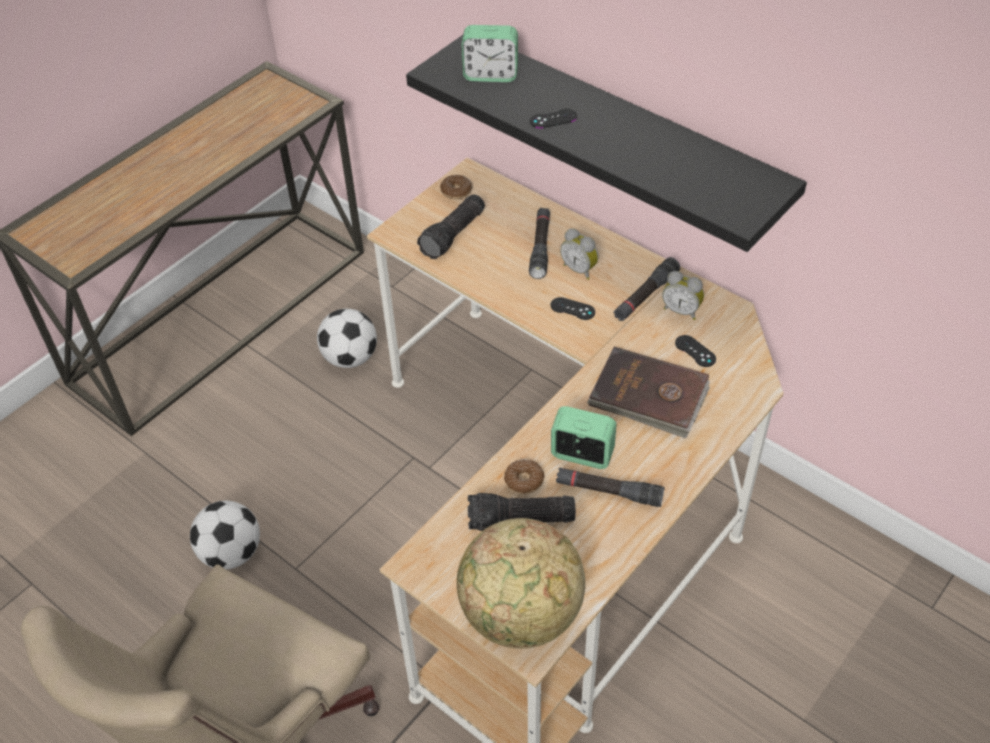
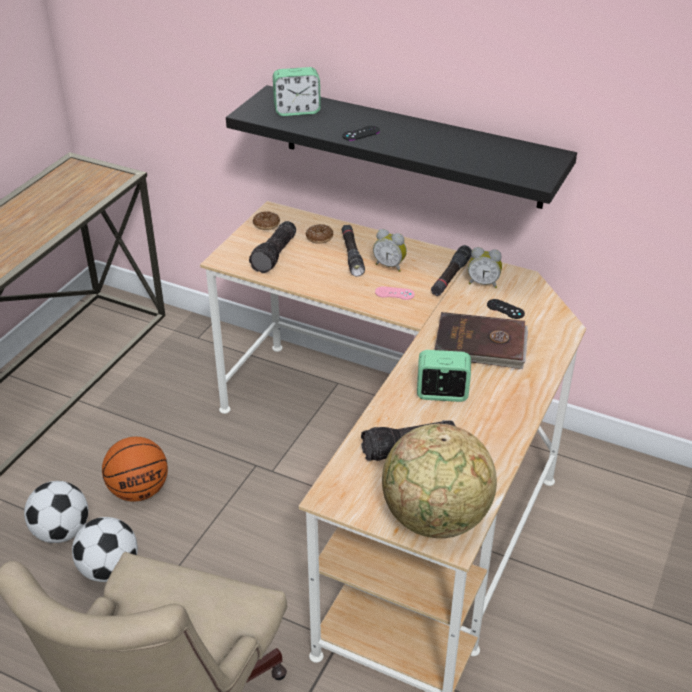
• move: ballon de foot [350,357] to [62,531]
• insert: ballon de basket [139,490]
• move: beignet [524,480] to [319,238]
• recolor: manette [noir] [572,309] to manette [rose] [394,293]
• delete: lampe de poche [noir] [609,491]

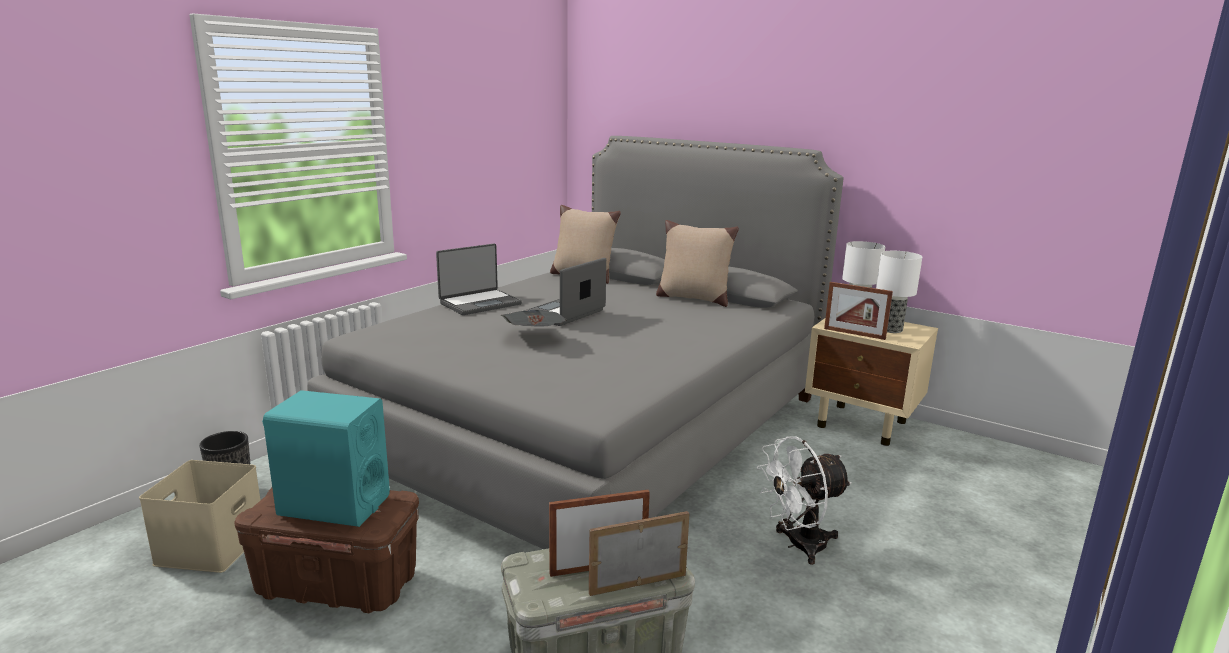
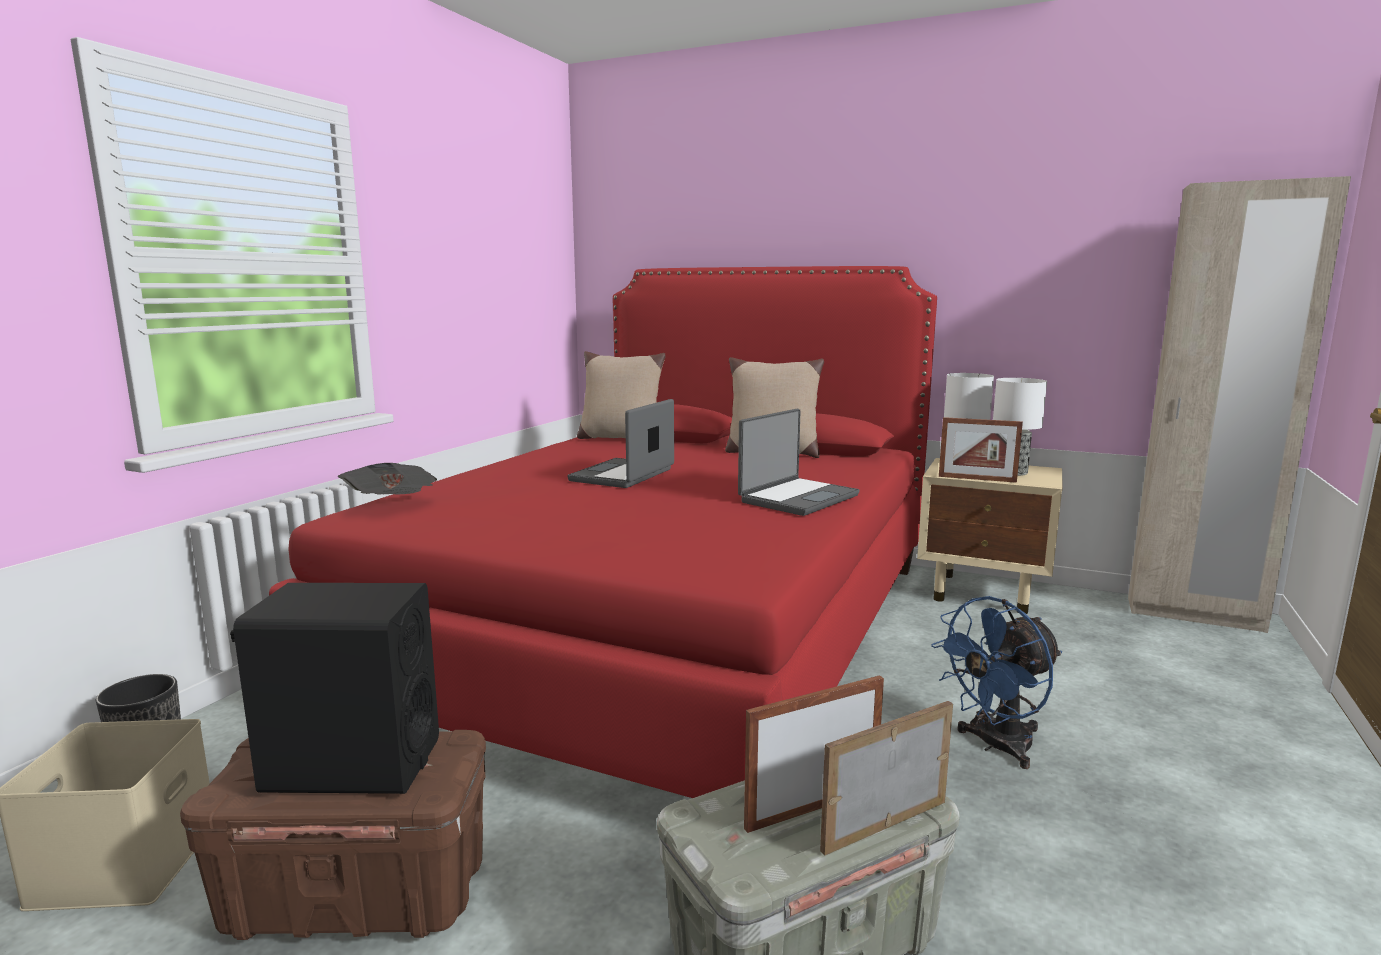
• recolor: enceinte [turquoise] [334,505] to enceinte [noir] [352,765]
• recolor: lit [gris] [595,429] to lit [rouge] [666,629]
• move: journal [535,336] to [393,505]
• move: ordinateur portable [479,303] to [797,498]
• recolor: ventilateur [blanc] [798,545] to ventilateur [bleu] [995,746]
• insert: armoire [beige] [1194,615]

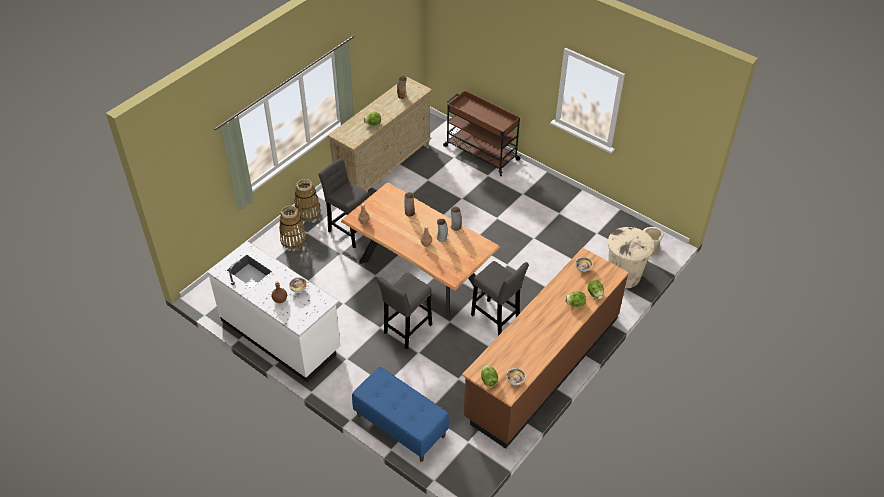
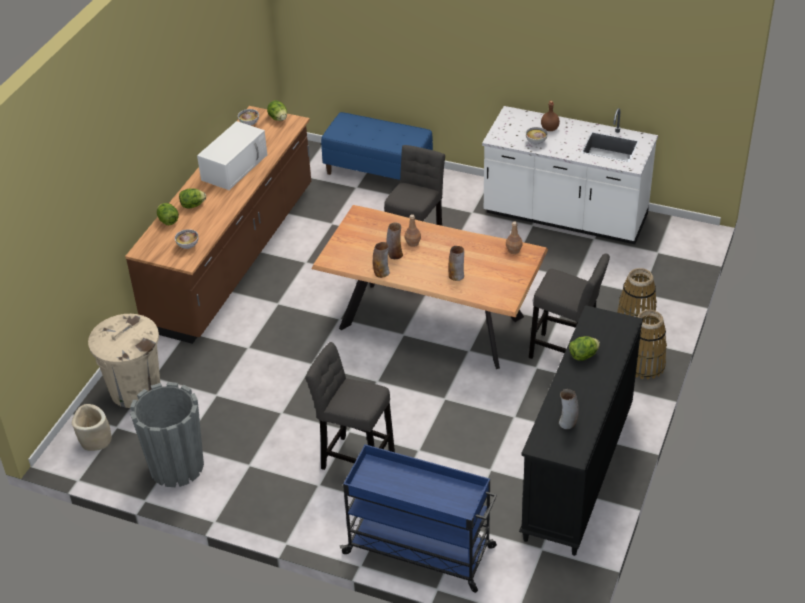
• insert: cache-pot [gris] [176,466]
• insert: micro-ondes [blanc] [235,166]
• move: tabouret [gris] [496,319] to [354,460]
• recolor: chariot [marron] [480,152] to chariot [bleu] [421,550]
• recolor: commode [beige] [384,167] to commode [noir] [577,474]

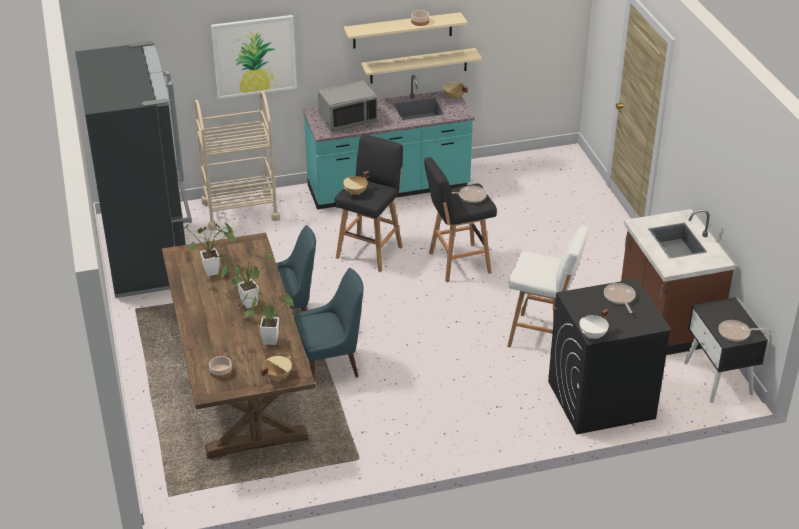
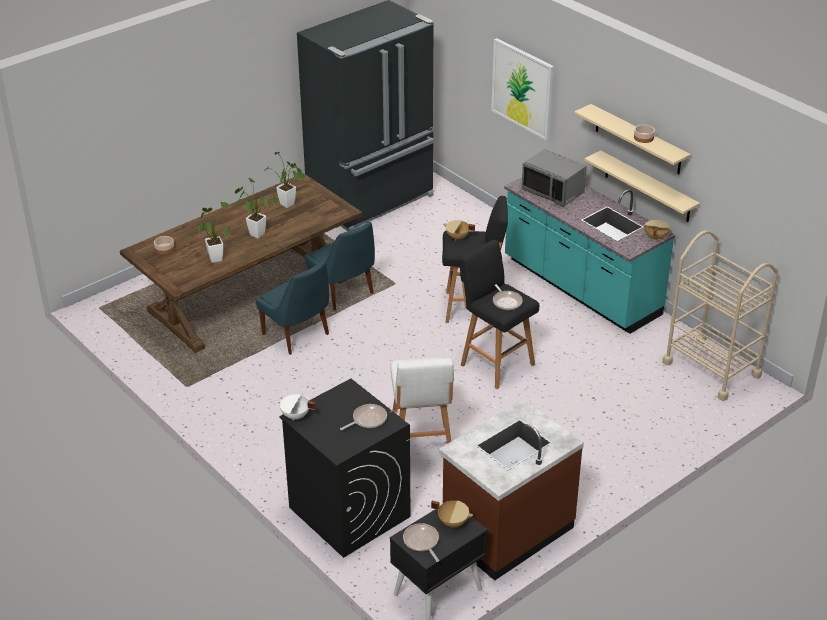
• move: marmite [beige] [277,376] to [453,522]
• move: chariot [beige] [240,210] to [711,369]

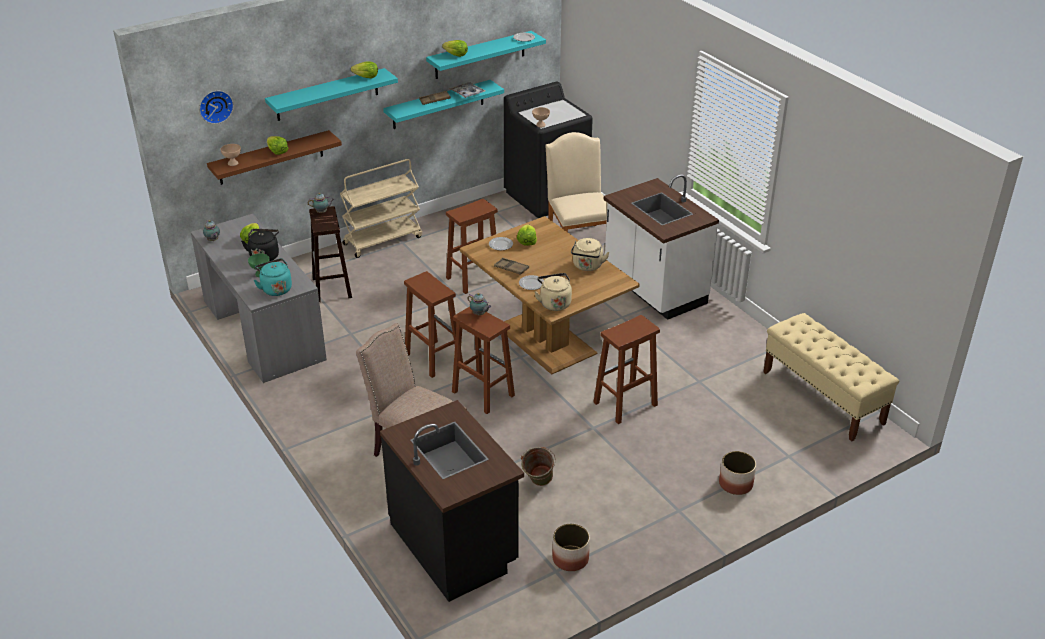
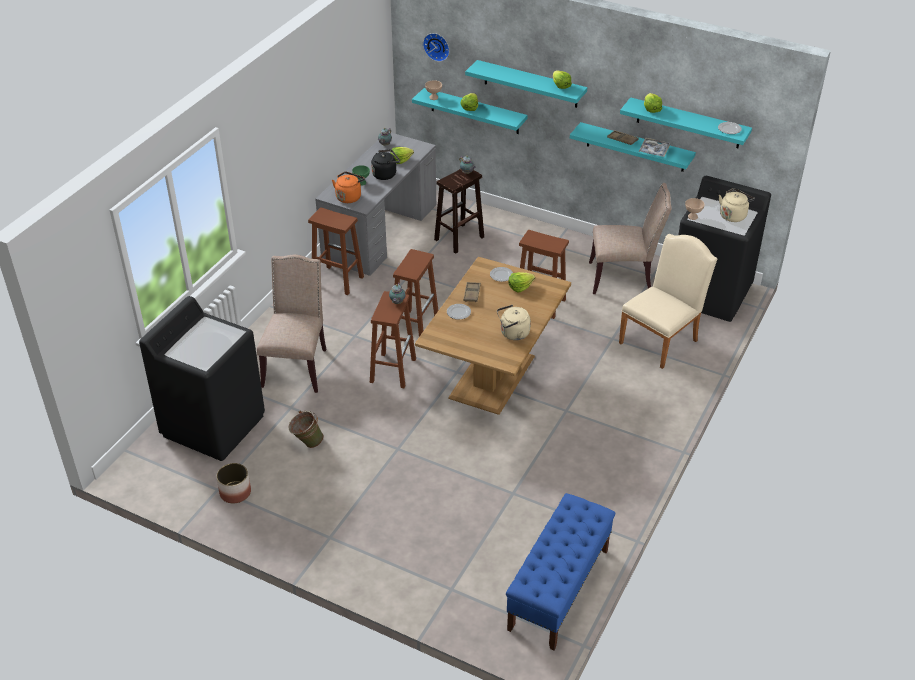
• replace: comptoir de cuisine [noir] [455,544] to lave-linge [noir] [214,425]
• move: tabouret [marron] [624,404] to [337,280]
• recolor: bouilloire [turquoise] [275,289] to bouilloire [orange] [349,197]
• recolor: étagère [marron] [271,158] to étagère [turquoise] [474,111]
• recolor: banc [beige] [823,397] to banc [bleu] [558,590]
• insert: chaise [beige] [623,278]
• move: bouilloire [beige] [554,303] to [733,215]
• delete: chariot [beige] [383,240]
• delete: comptoir de cuisine [blanc] [653,291]
• delete: cache-pot [735,484]

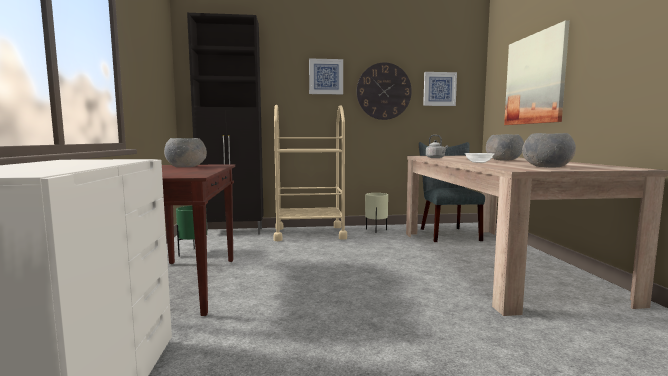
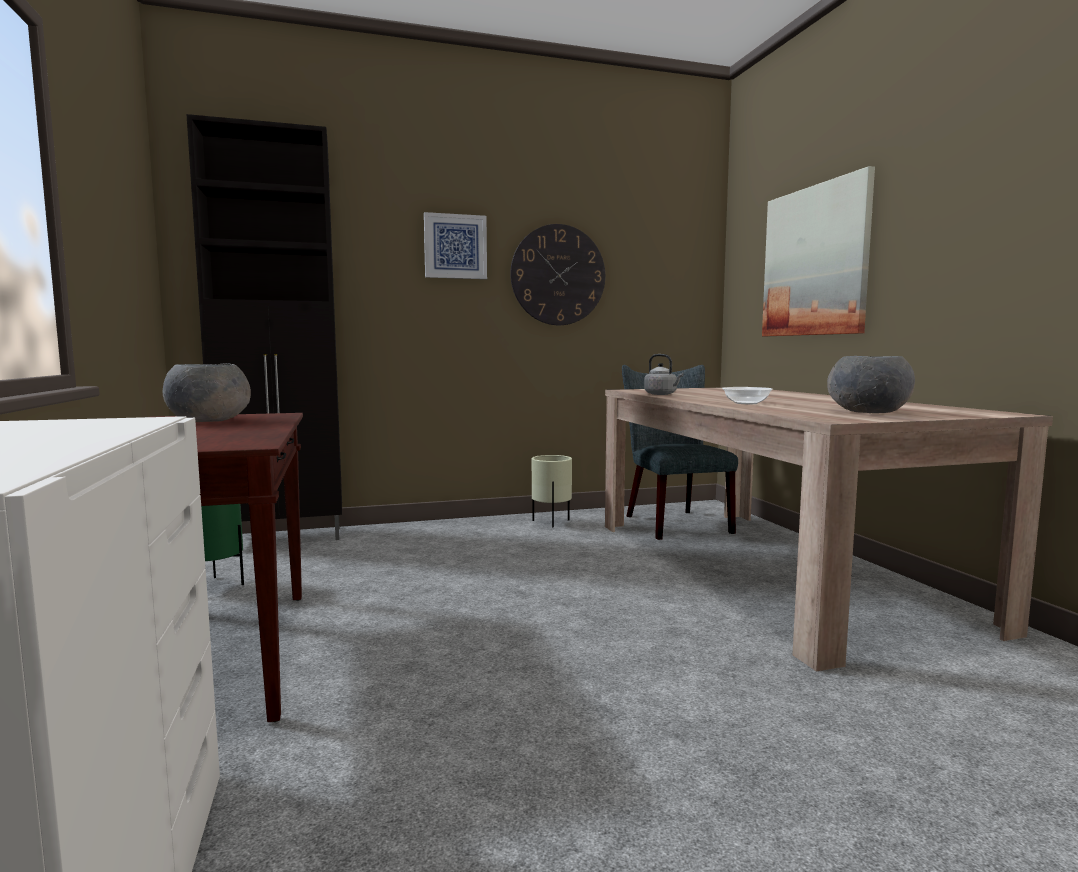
• delete: chariot [beige] [309,233]
• delete: tableau [439,89]
• delete: bol [gris] [503,160]

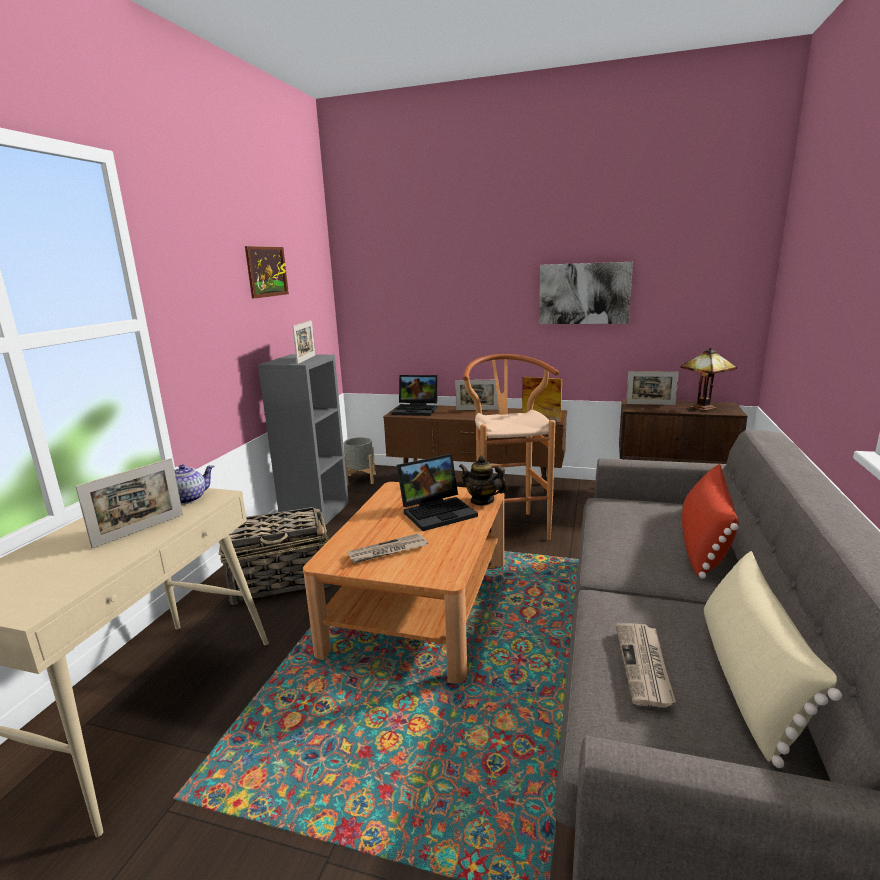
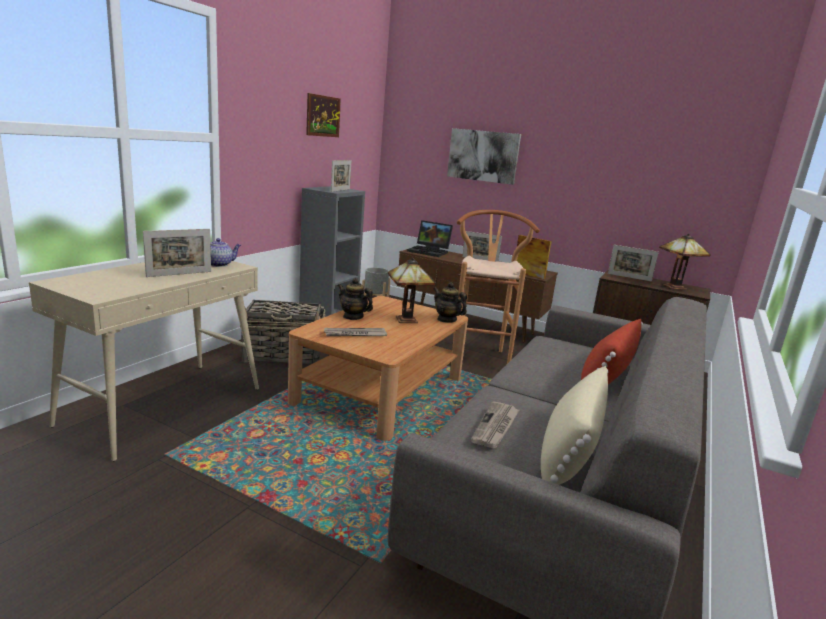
• insert: théière [353,317]
• replace: ordinateur portable [438,511] to lampe de table [408,319]
• move: tableau [584,293] to [483,156]

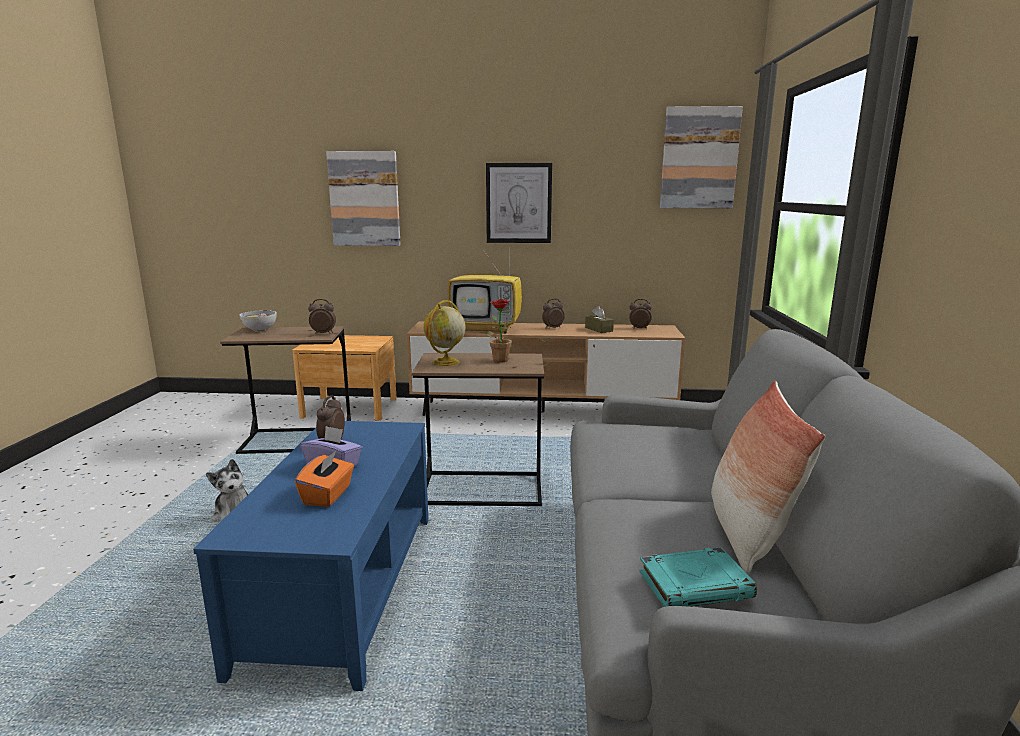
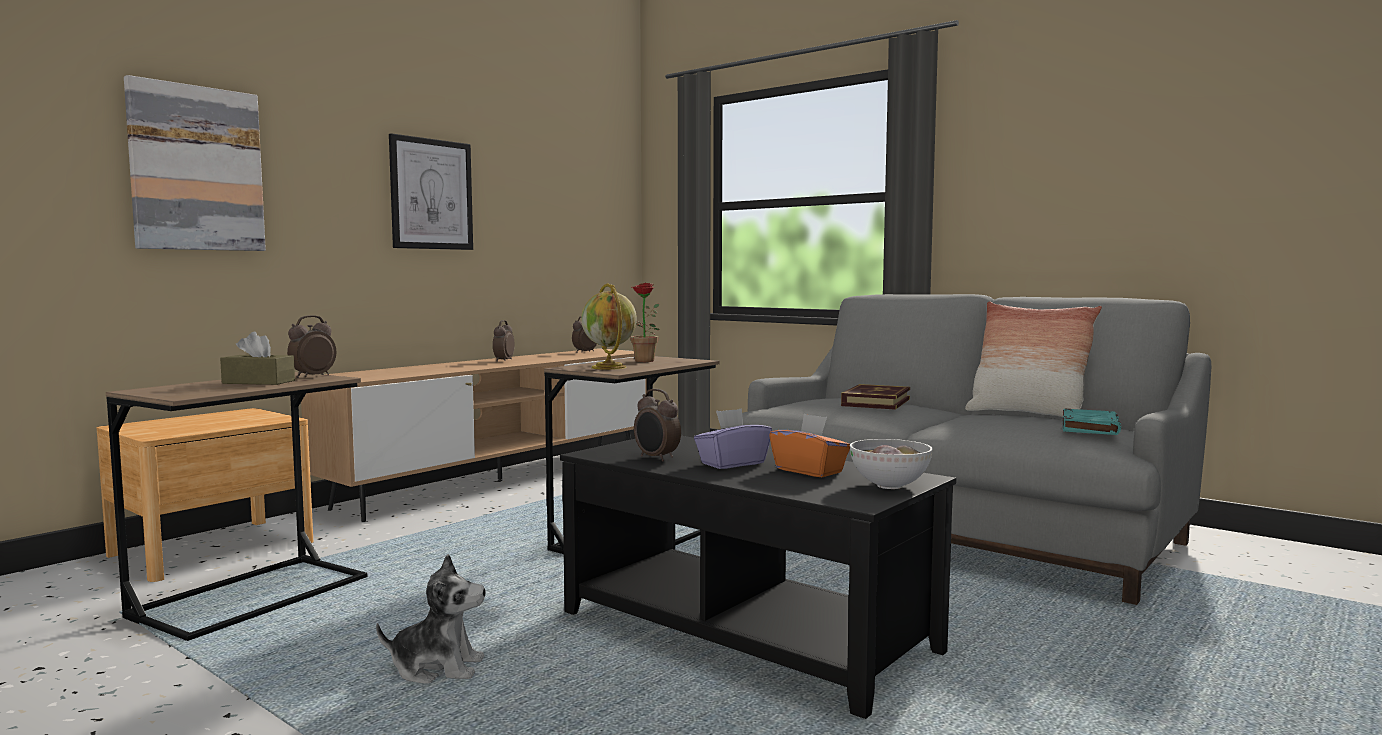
• move: boîte à mouchoirs [marron] [599,329] to [258,382]
• recolor: table basse [bleu] [344,587] to table basse [noir] [746,633]
• insert: livre [876,402]
• move: bol [260,330] to [890,486]
• delete: téléviseur [487,329]
• delete: tableau [699,158]

